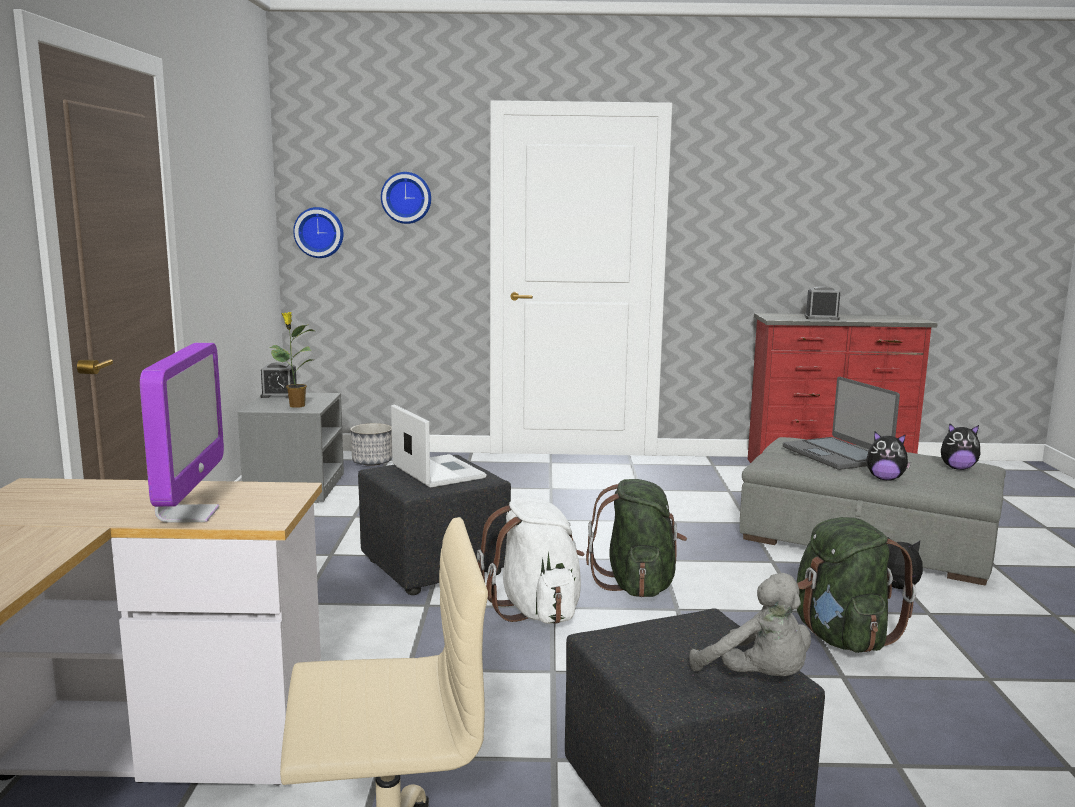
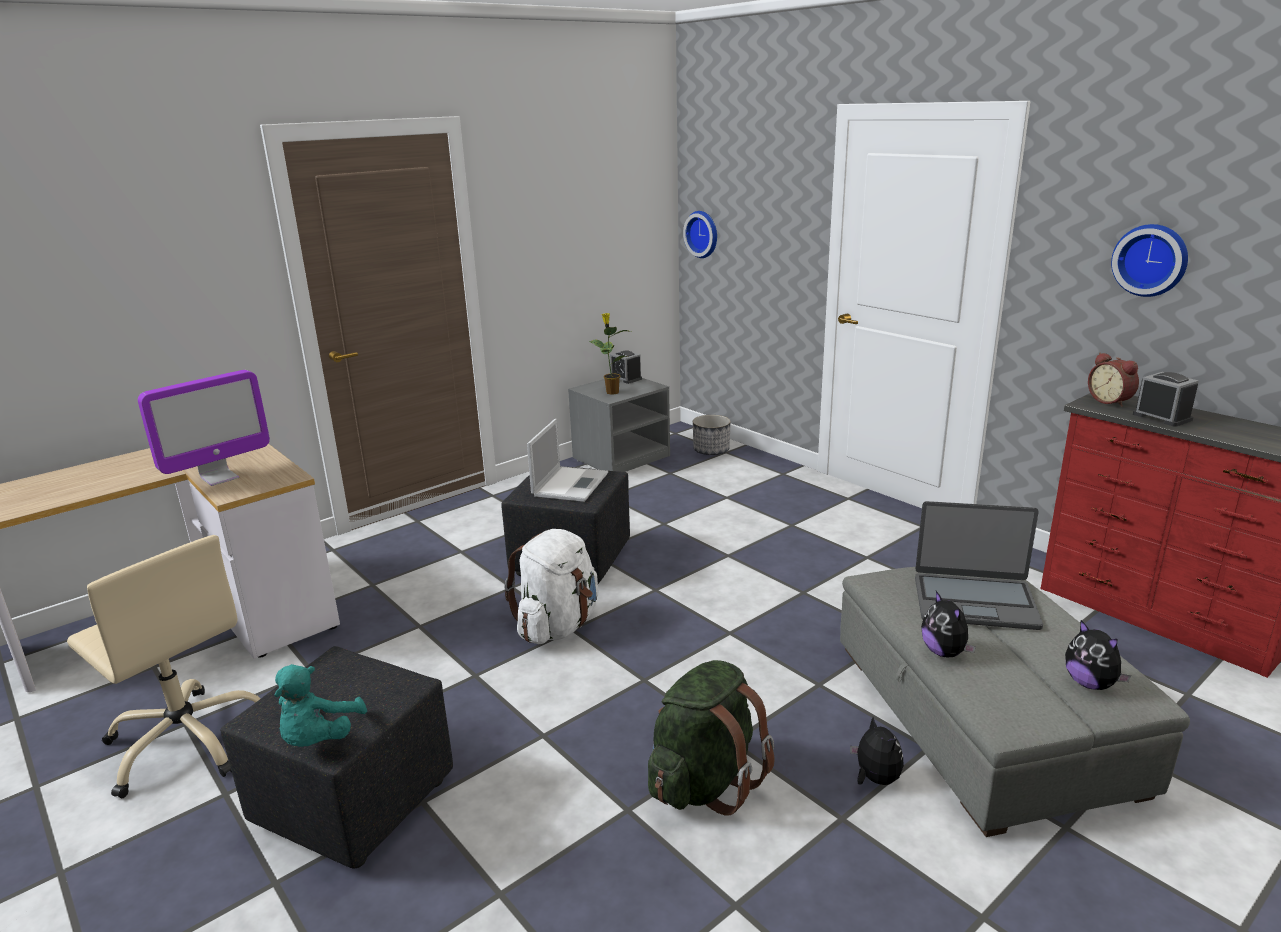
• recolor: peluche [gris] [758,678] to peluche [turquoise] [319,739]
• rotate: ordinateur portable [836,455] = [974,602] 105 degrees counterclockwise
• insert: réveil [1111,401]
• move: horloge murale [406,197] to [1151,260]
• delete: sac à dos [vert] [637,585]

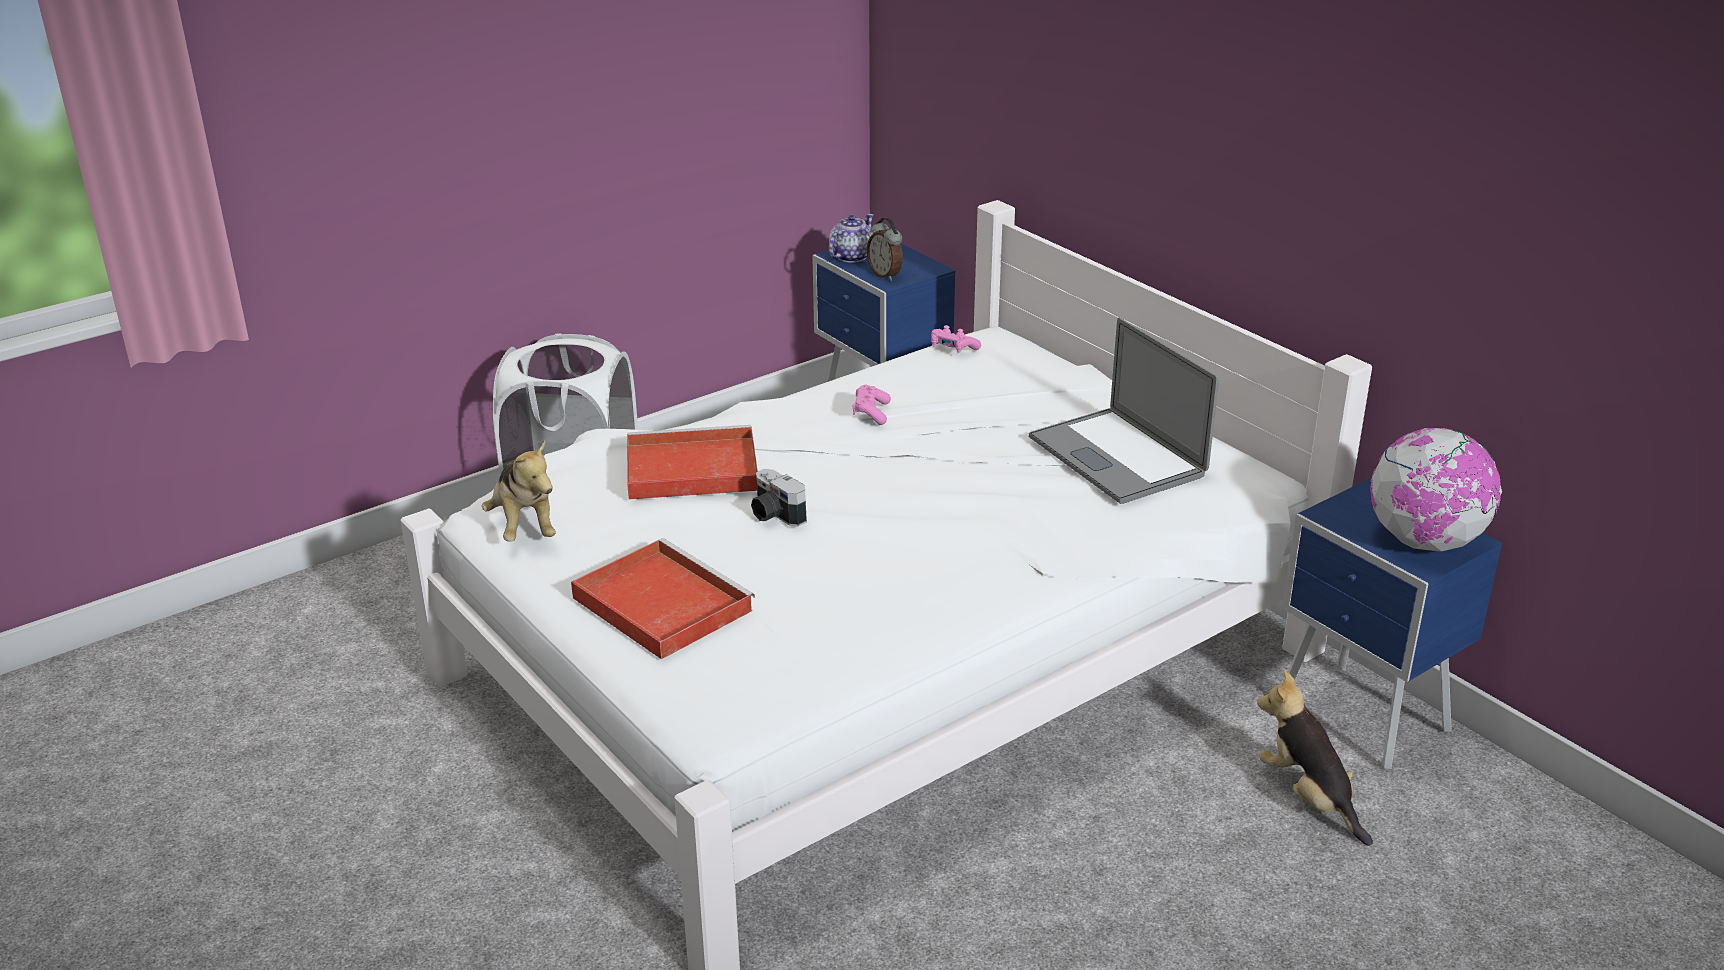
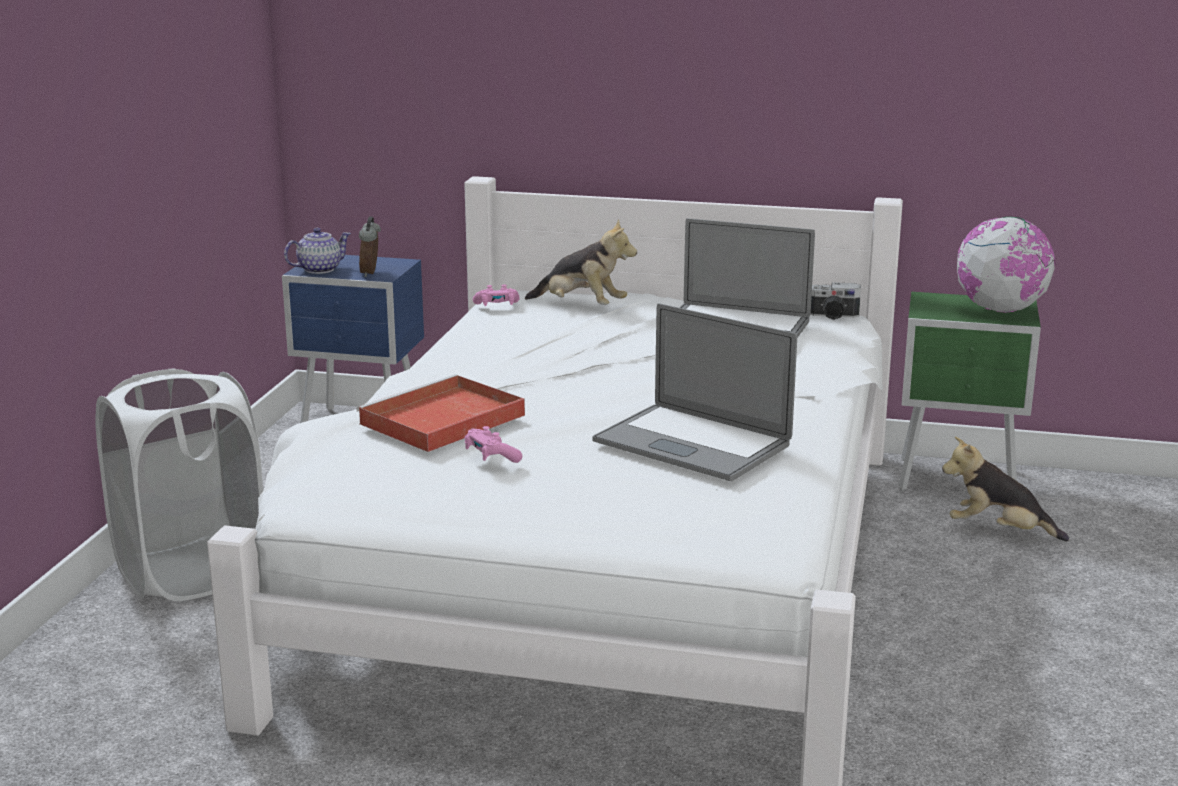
• rotate: théière [851,256] = [319,269] 60 degrees clockwise
• rotate: réveil [885,275] = [371,273] 75 degrees clockwise
• move: manette [rose] [871,413] to [491,457]
• move: peluche [525,526] to [581,307]
• insert: ordinateur portable [692,443]
• move: appareil photo [774,515] to [832,316]
• recolor: table de chevet [bleu] [1364,719] to table de chevet [vert] [960,481]
• delete: plateau [rouge] [659,603]

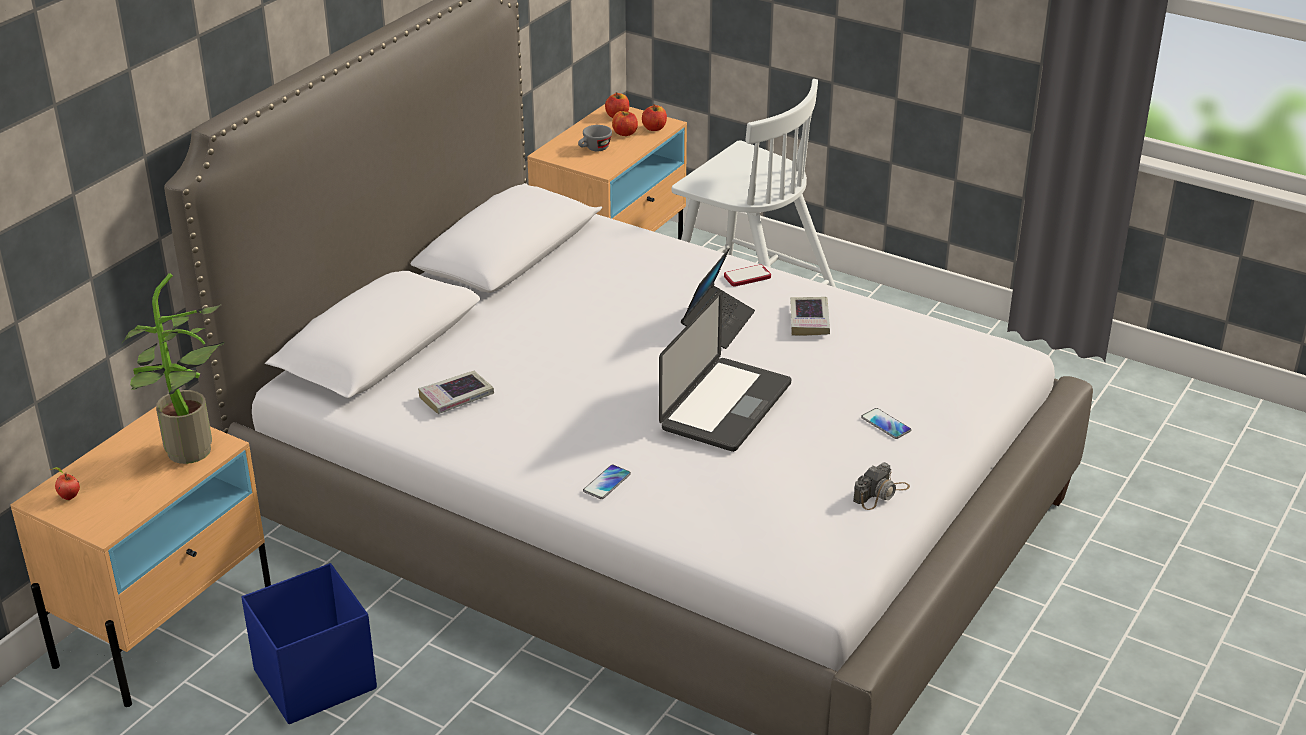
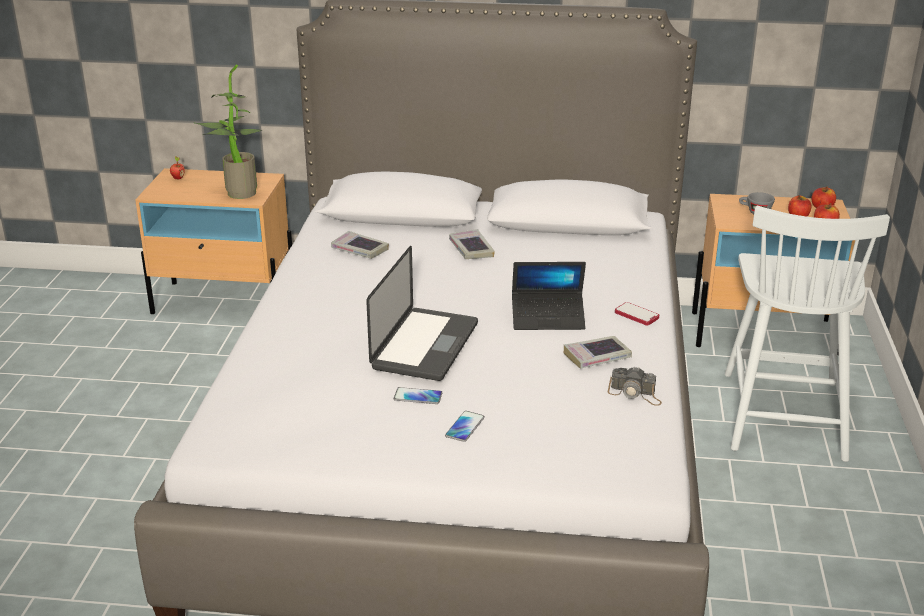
• rotate: ordinateur portable [726,406] = [425,346] 75 degrees counterclockwise
• move: téléphone [607,483] to [418,396]
• insert: livre [471,249]
• move: appareil photo [881,493] to [635,394]
• delete: boîte de rangement [bleu] [313,680]

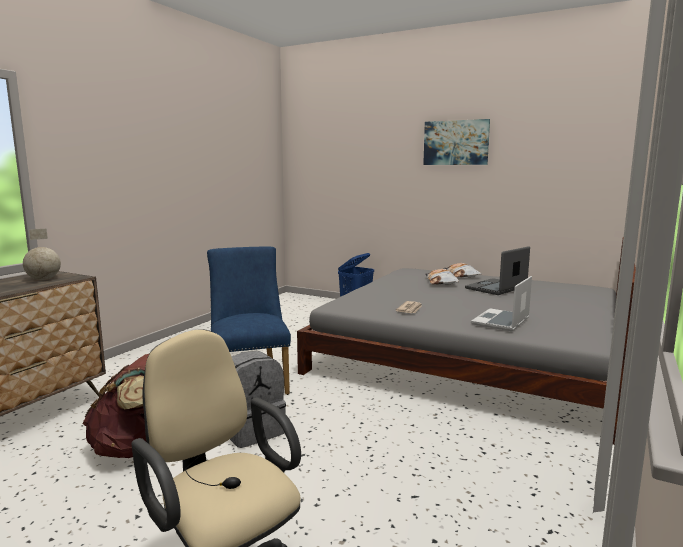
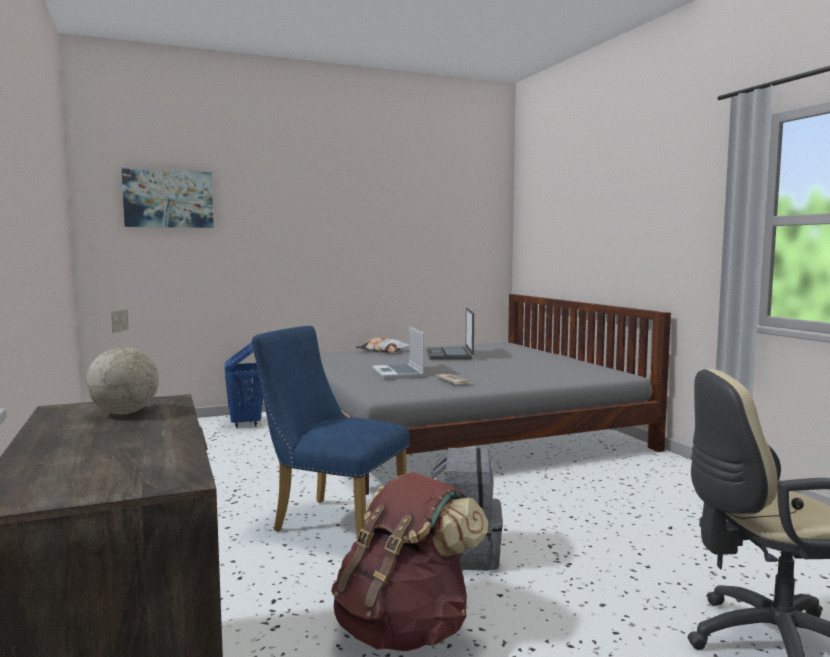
• move: tableau [456,142] to [168,199]
• move: ordinateur portable [501,322] to [399,373]
• delete: coussin [441,281]

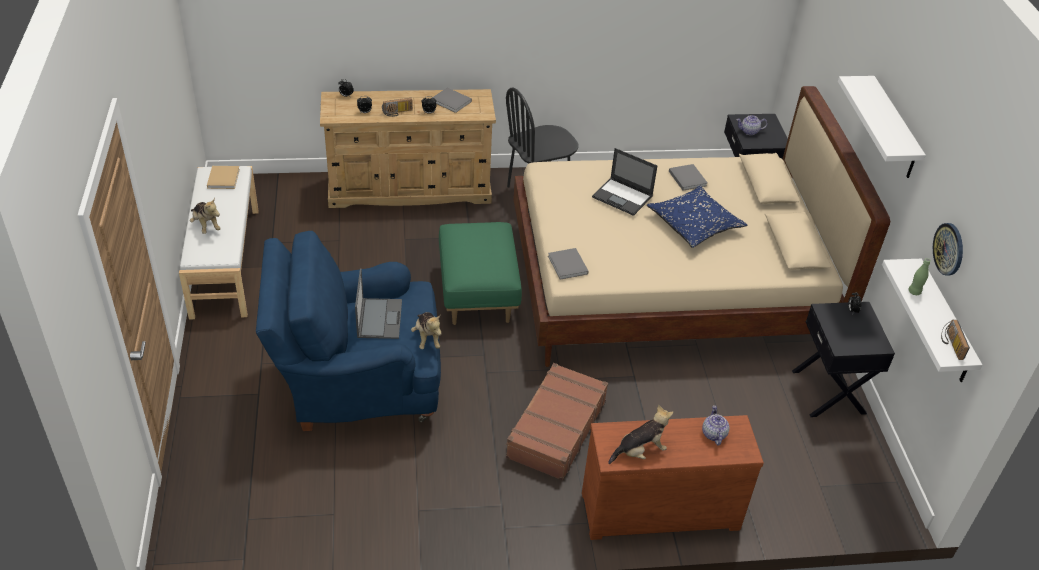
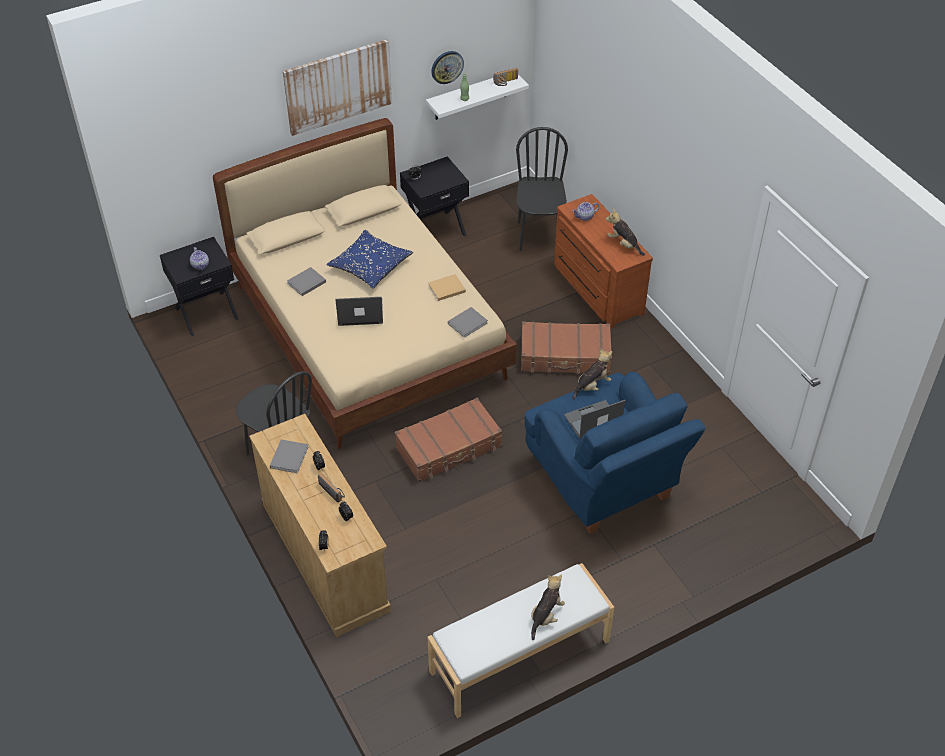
• replace: étagère [blanc] [893,129] to tableau [338,86]
• rotate: ordinateur portable [623,197] = [359,312] 105 degrees counterclockwise
• replace: pouf [vert] [478,294] to valise [marron] [449,447]
• move: livre [beige] [223,178] to [445,289]
• insert: chaise [noir] [539,236]

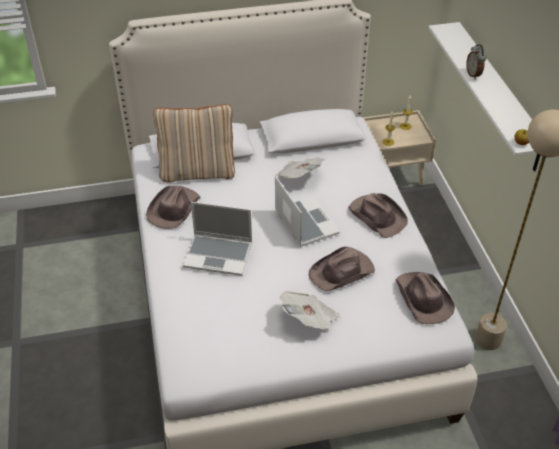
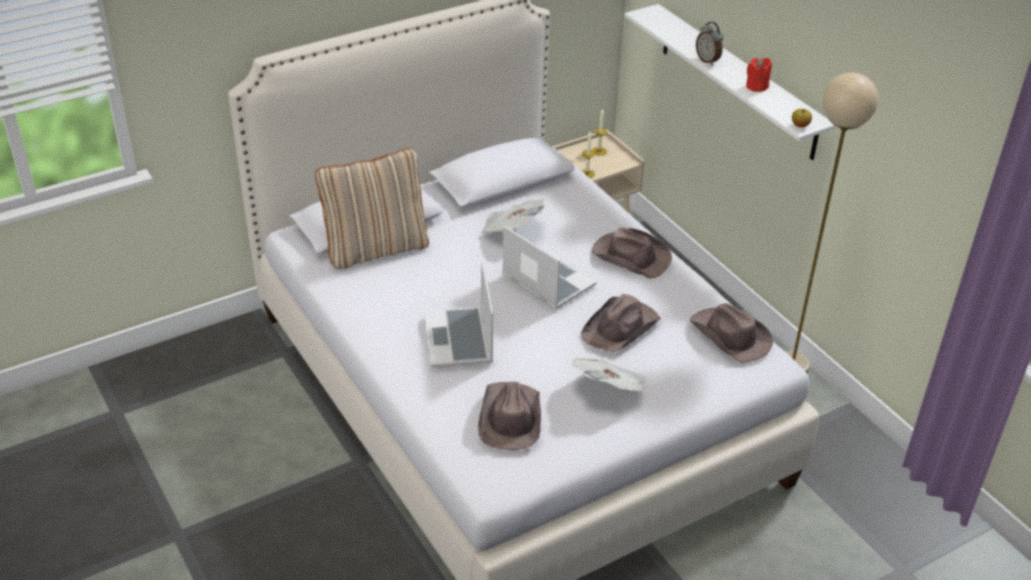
• rotate: ordinateur portable [219,255] = [459,340] 90 degrees clockwise
• move: chapeau [marron] [173,209] to [510,418]
• insert: bougie [rouge] [756,86]

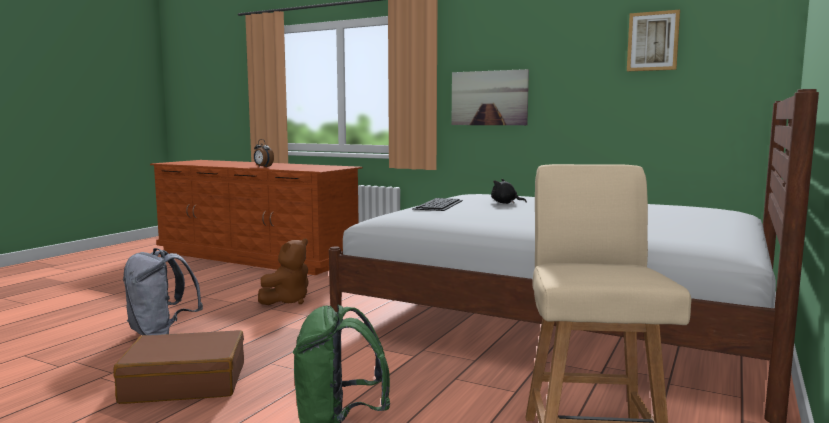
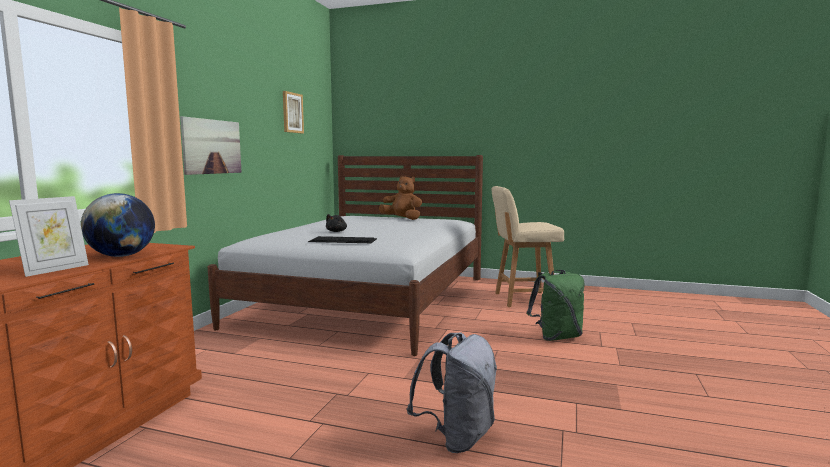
• replace: réveil [263,167] to cadre photo [55,270]
• insert: globe [121,256]
• move: peluche [marron] [287,301] to [402,219]
• delete: valise [marron] [185,382]

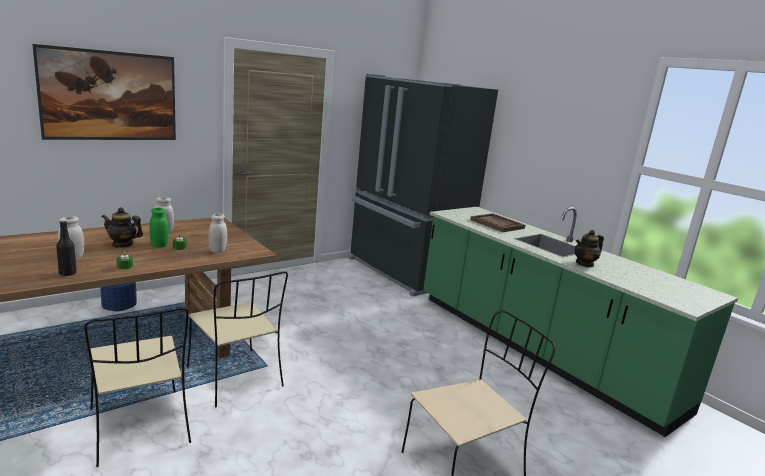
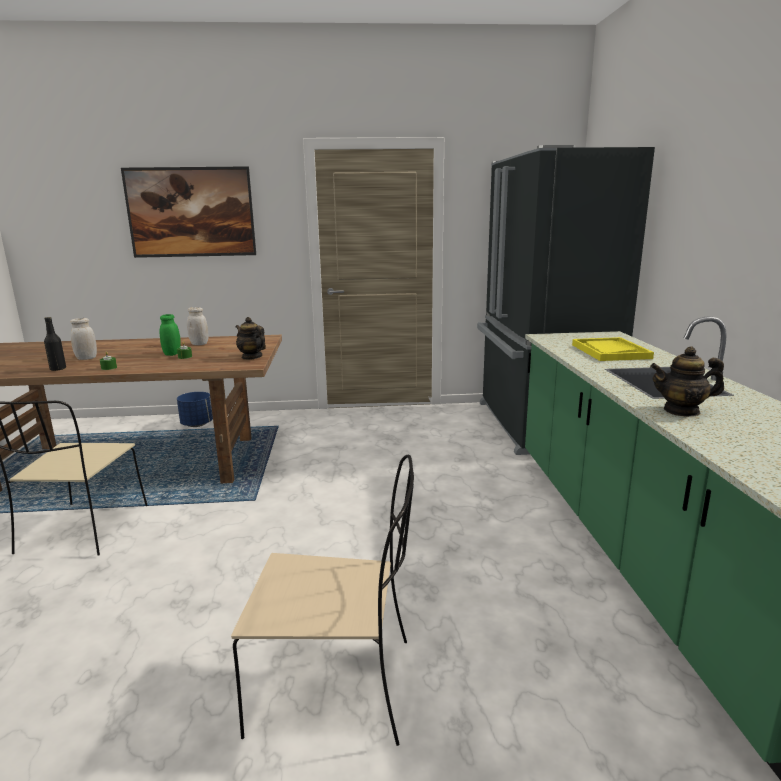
• move: théière [122,244] to [251,357]
• recolor: plateau [marron] [497,224] to plateau [jaune] [610,351]
• delete: chaise [beige] [236,378]
• delete: bocal [blanc] [218,251]

